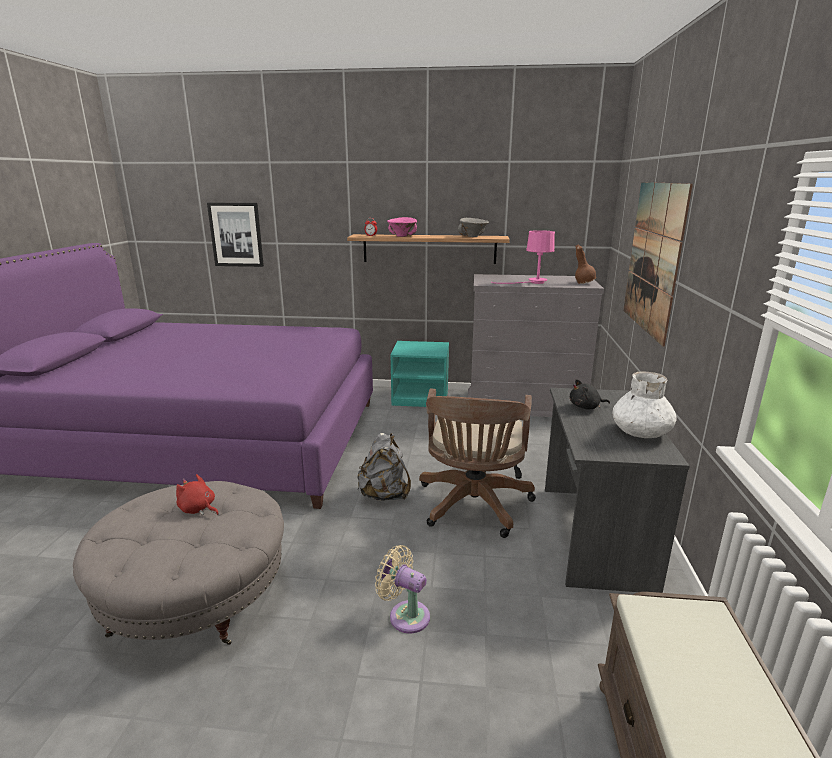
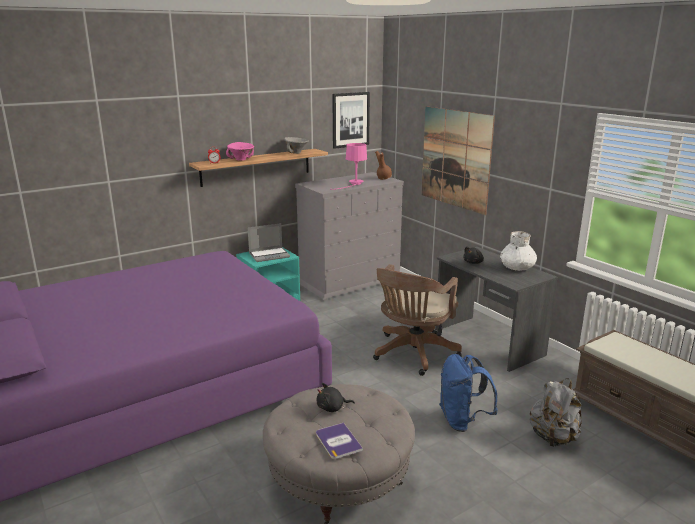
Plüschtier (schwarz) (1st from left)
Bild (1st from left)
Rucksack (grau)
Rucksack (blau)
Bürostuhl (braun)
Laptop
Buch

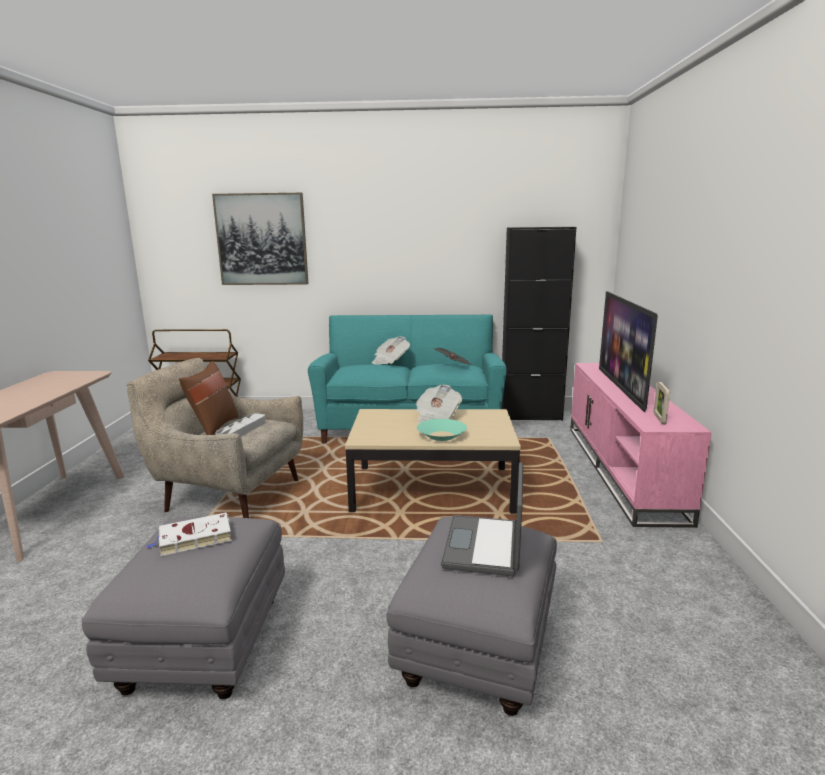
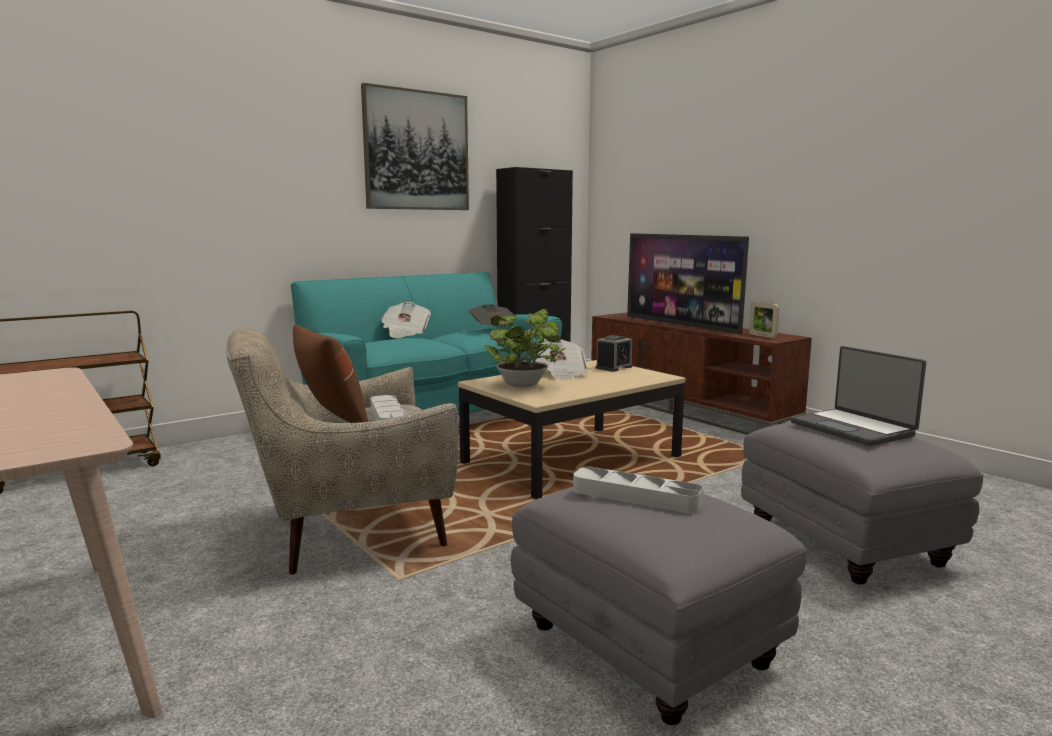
Tablett (grau) (2nd from left)
Bild
Schüssel (türkis)
Fernsehschrank (braun)
Topfpflanze
Wecker

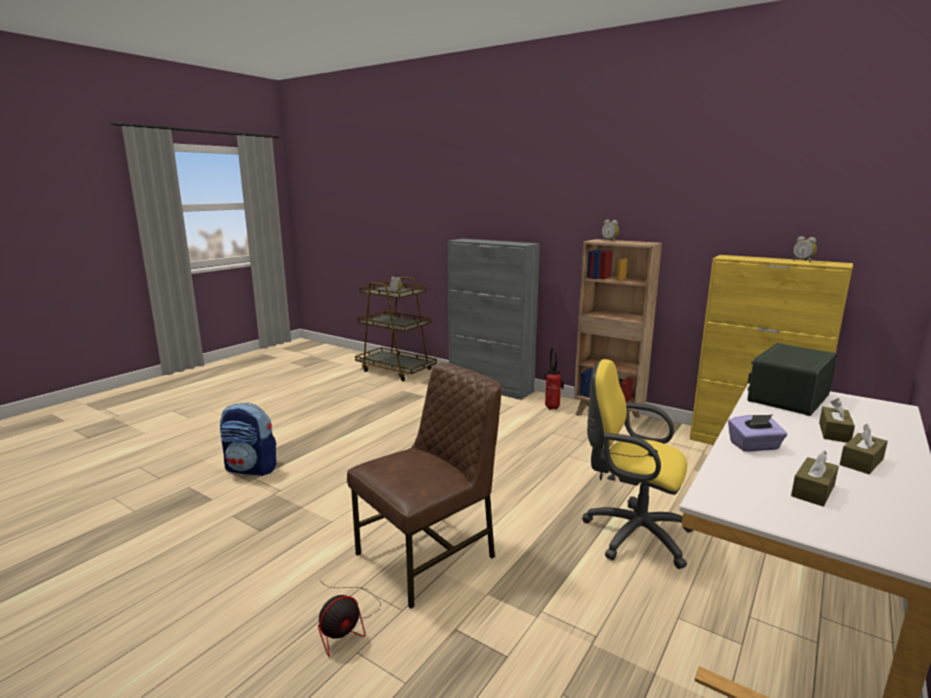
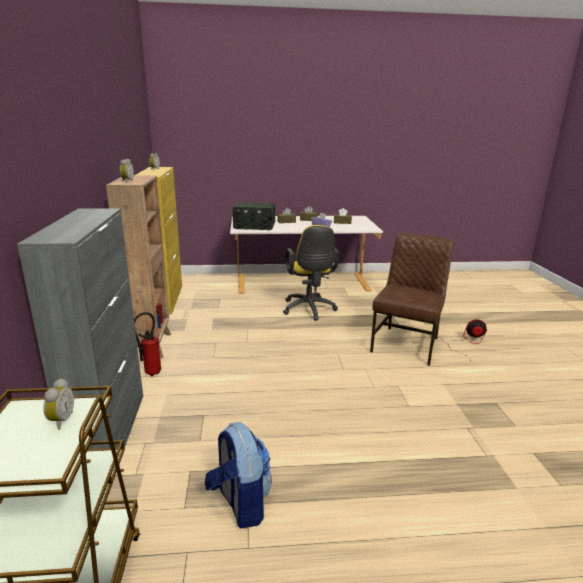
Rucksack
Stuhl (braun)

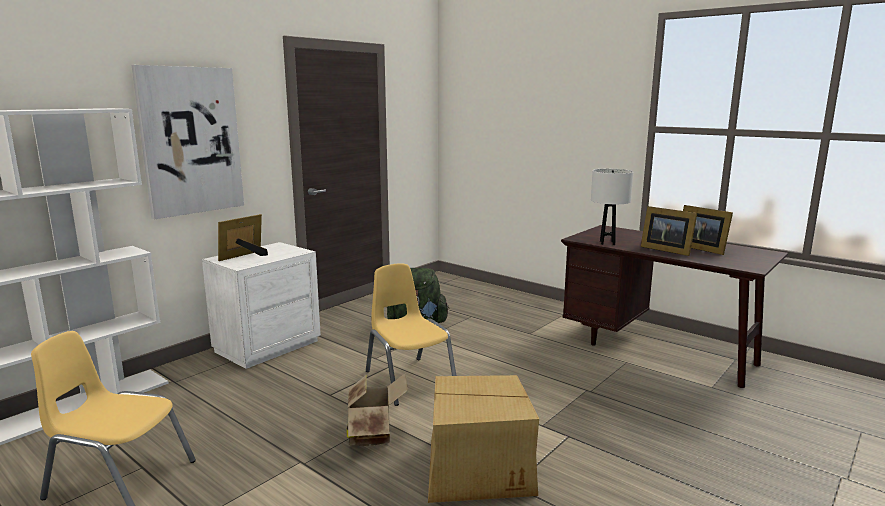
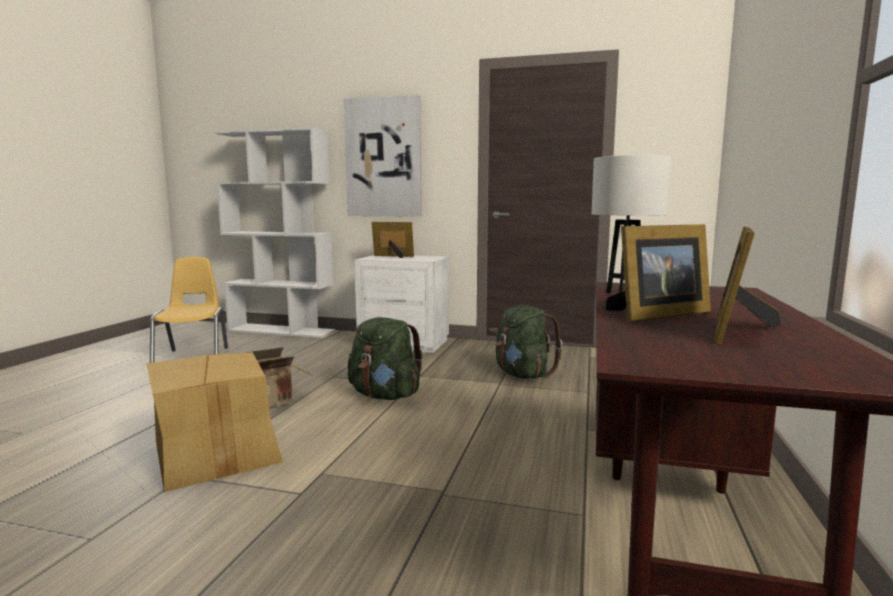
Rucksack (grün) (1st from left)
Bilderrahmen (2nd from left)

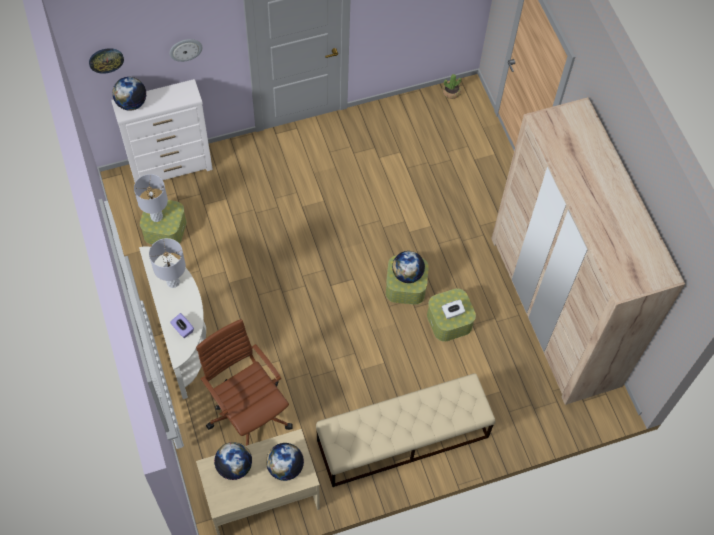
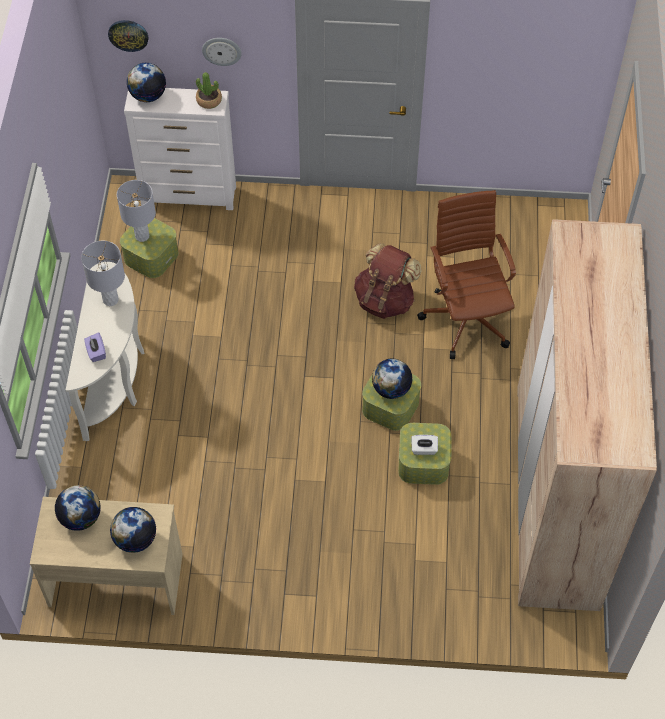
Bürostuhl (braun)
Bank (beige)
Topfpflanze
Rucksack (braun)

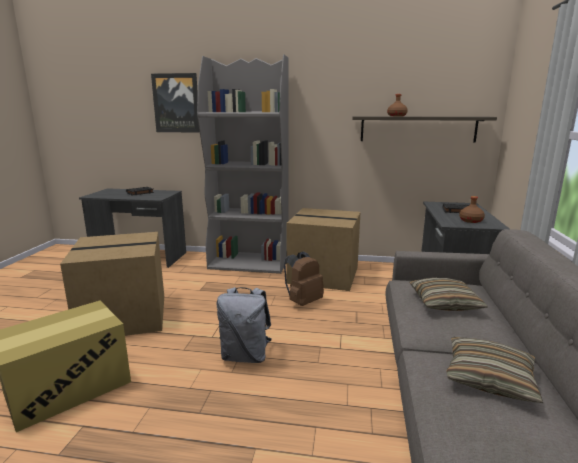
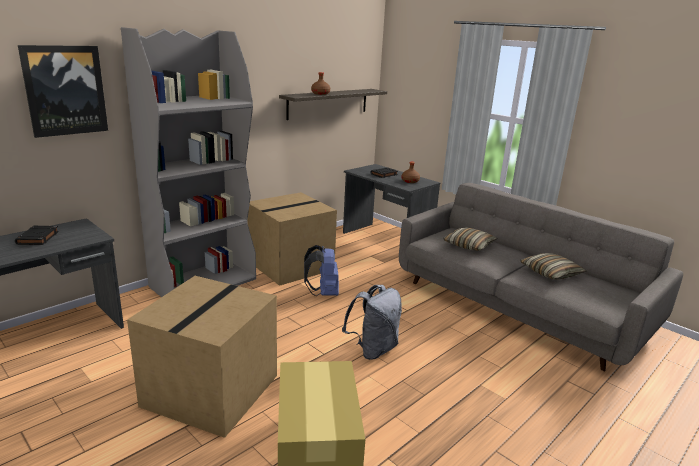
Rucksack (blau)

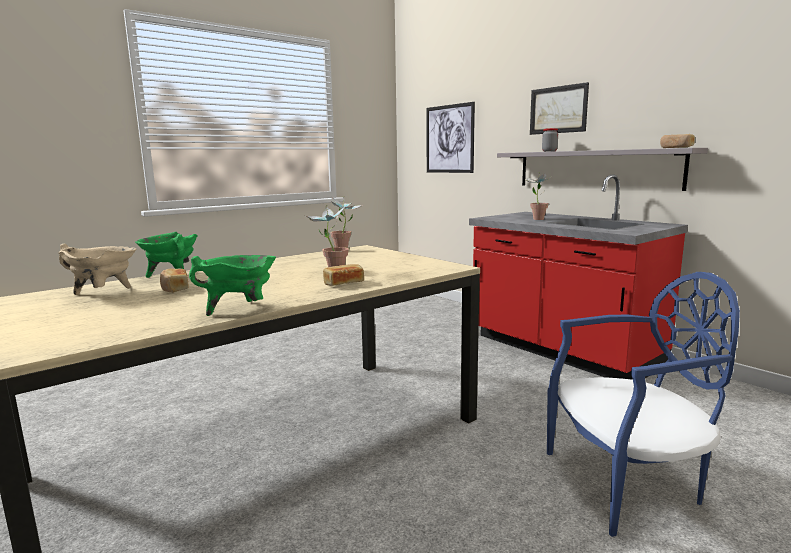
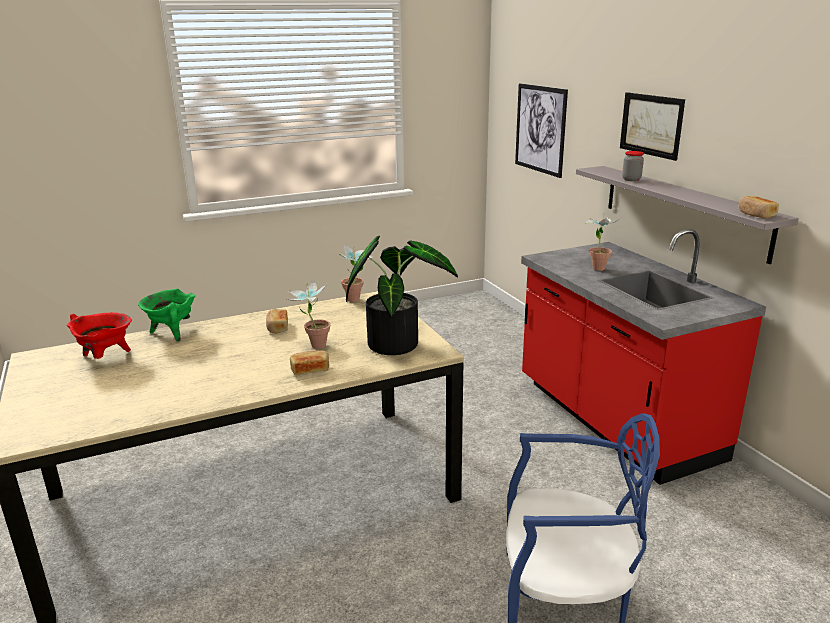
Kochtopf (rot)
Brot (1st from left)
Kochtopf (grün) (2nd from left in the first image)
Topfpflanze (3rd from left)

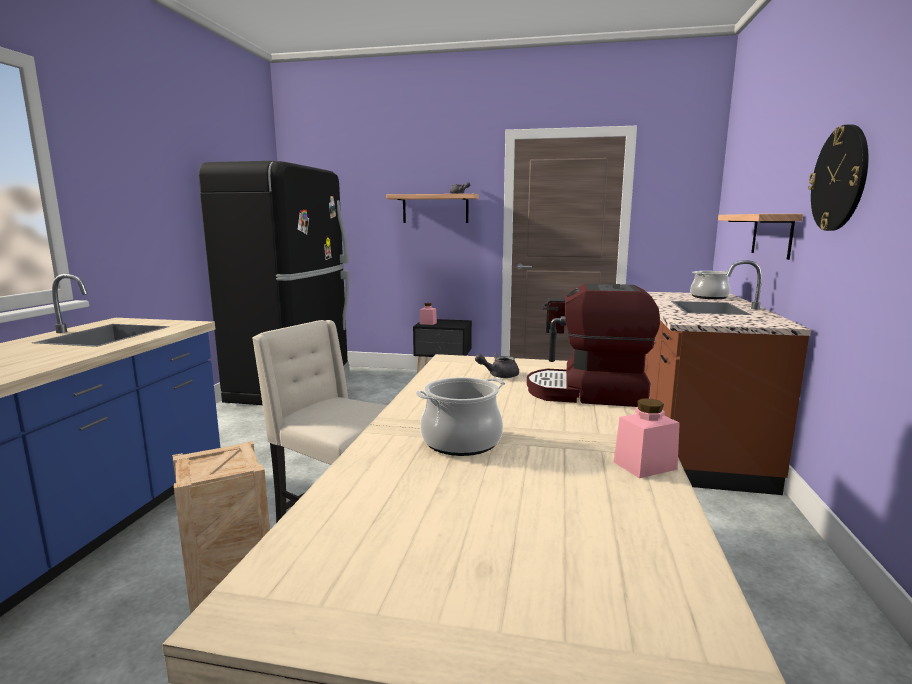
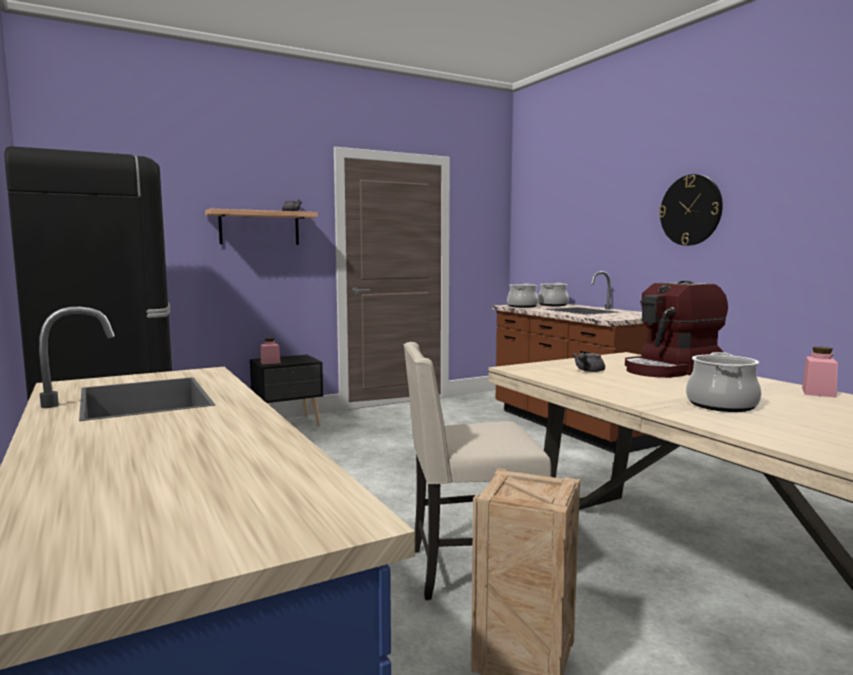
Wandregal (2nd from left in the first image)
Kochtopf (1st from left)

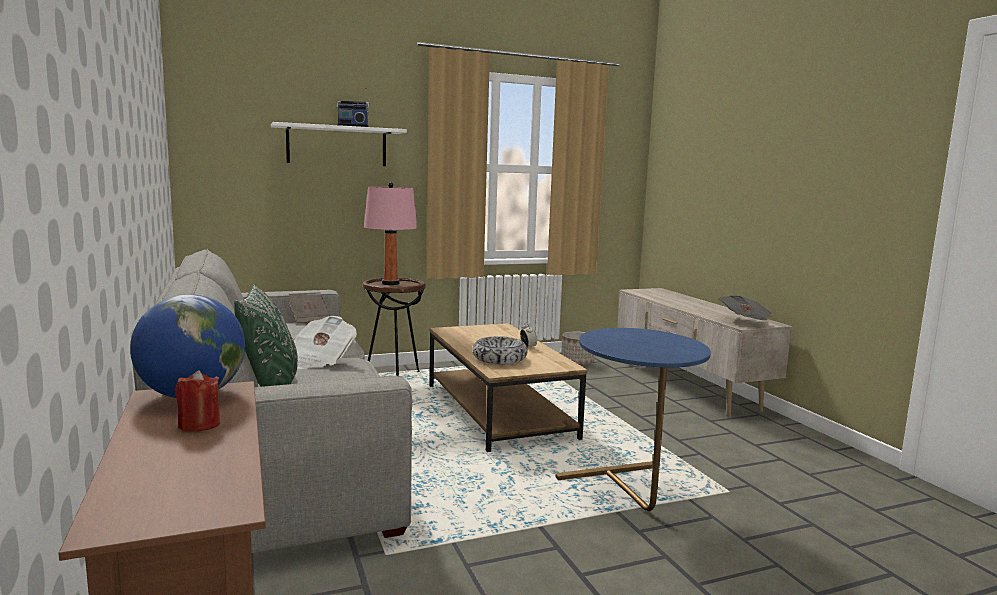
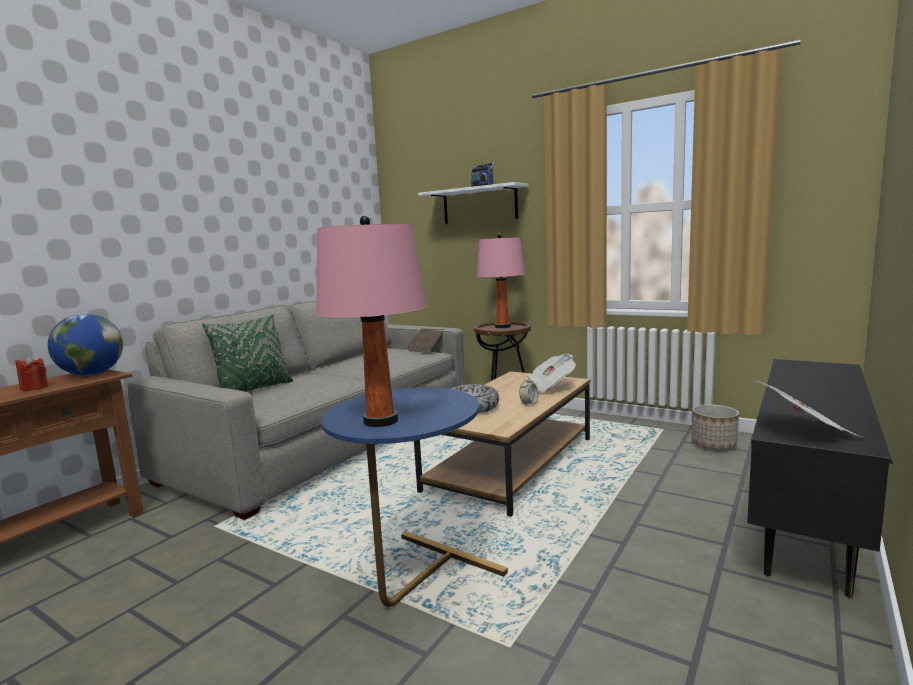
Zeitung (1st from left)
Fernsehschrank (schwarz)
Tischlampe (rosa) (1st from left)

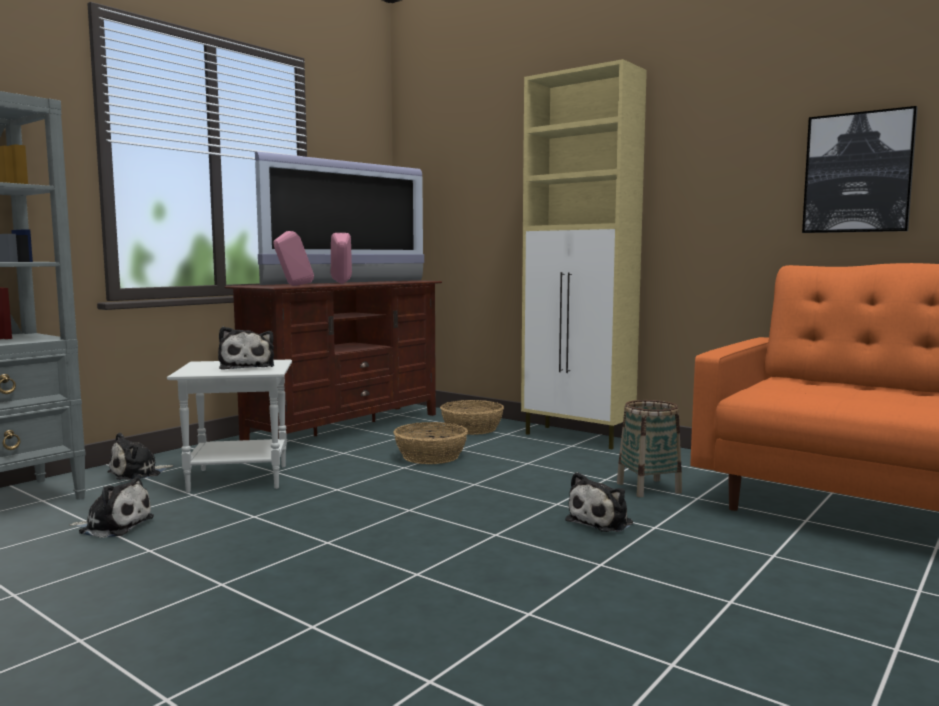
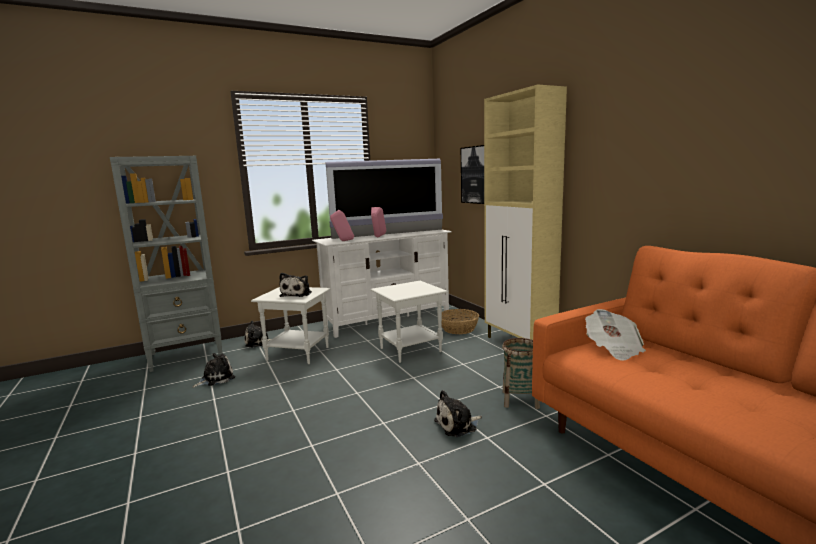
Plüschtier (1st from left)
Fernsehschrank (weiß)
Beistelltisch (weiß) (2nd from left)
Bild
Zeitung

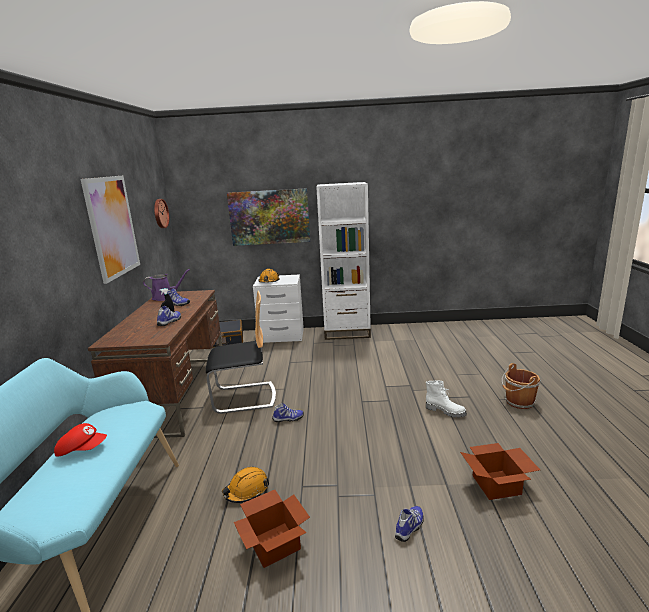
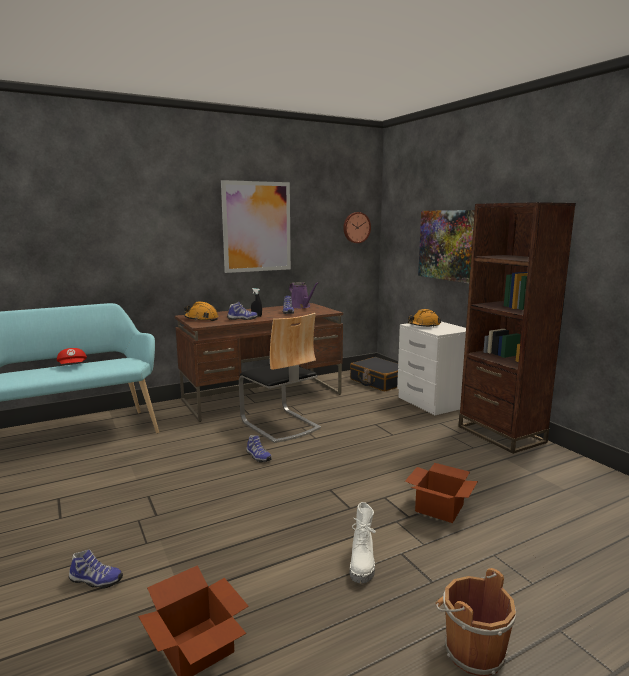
Schutzhelm (orange) (1st from left)
Karton (2nd from left)
Bücherregal (braun)

